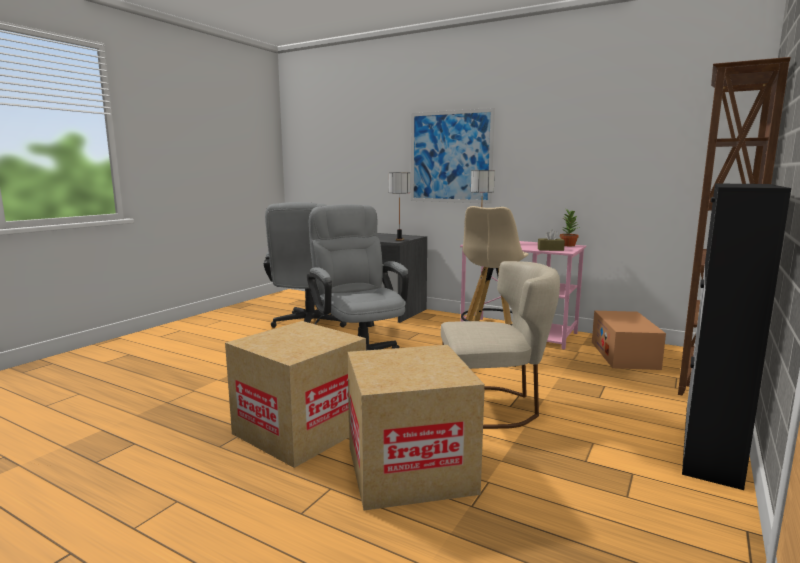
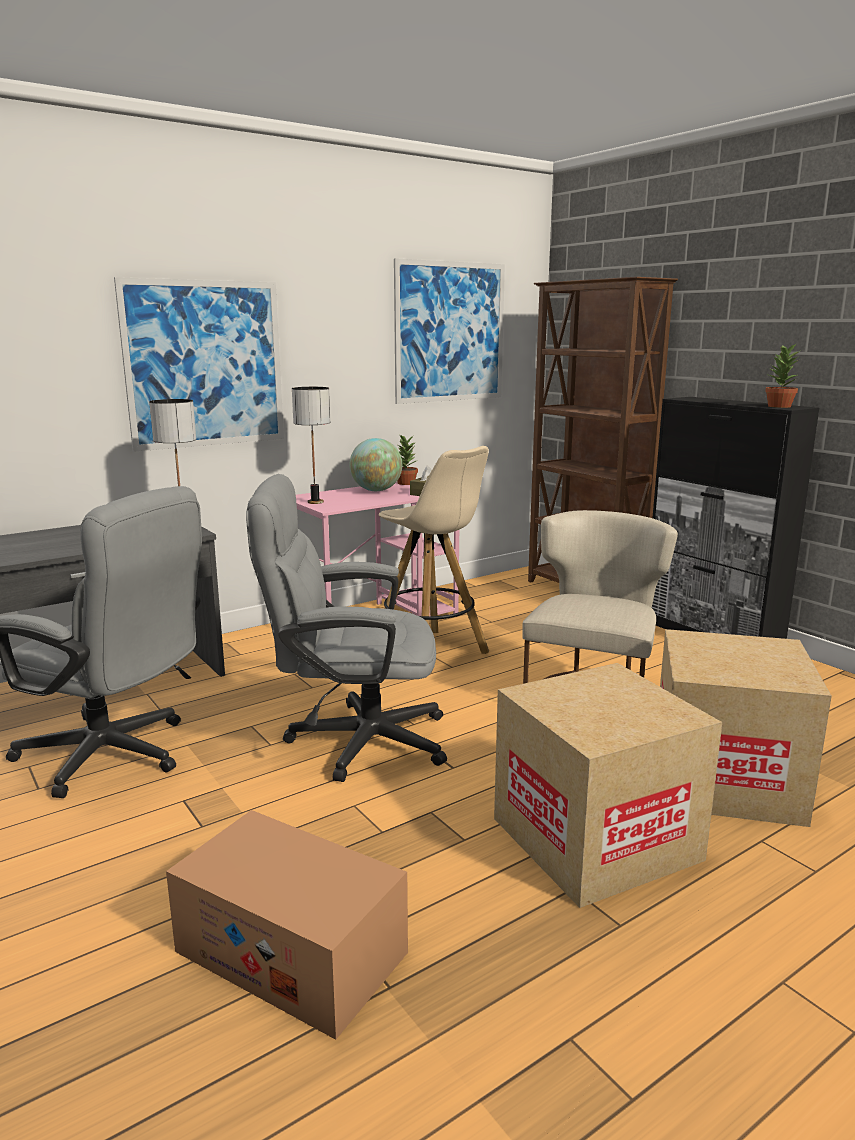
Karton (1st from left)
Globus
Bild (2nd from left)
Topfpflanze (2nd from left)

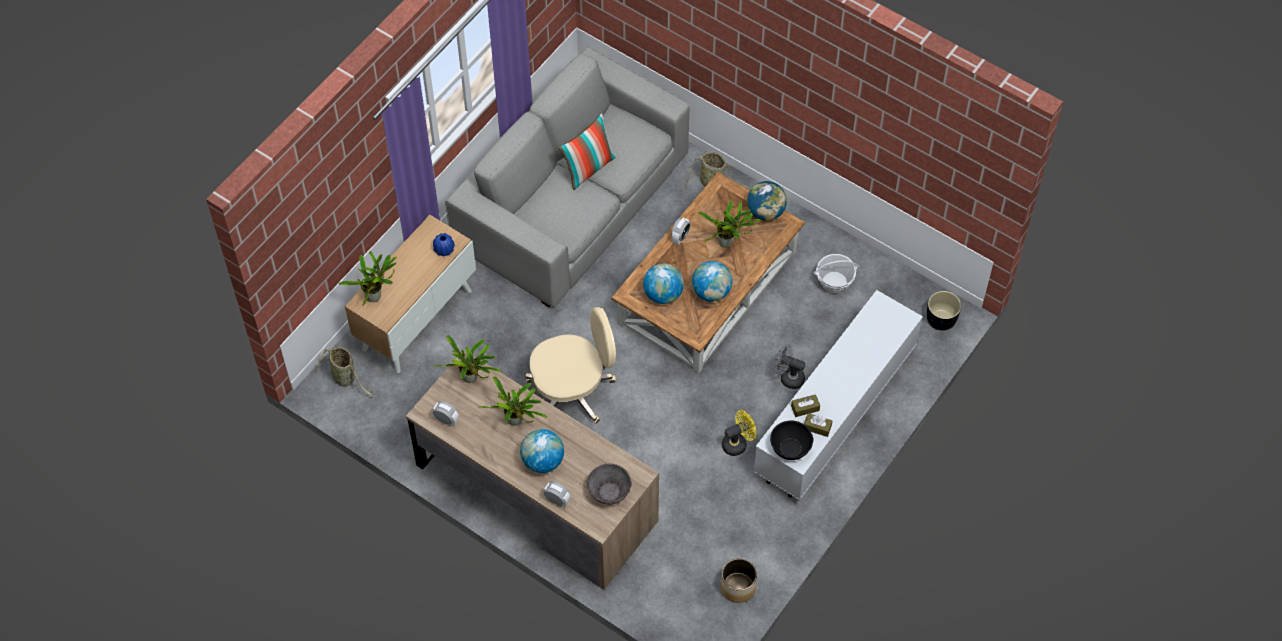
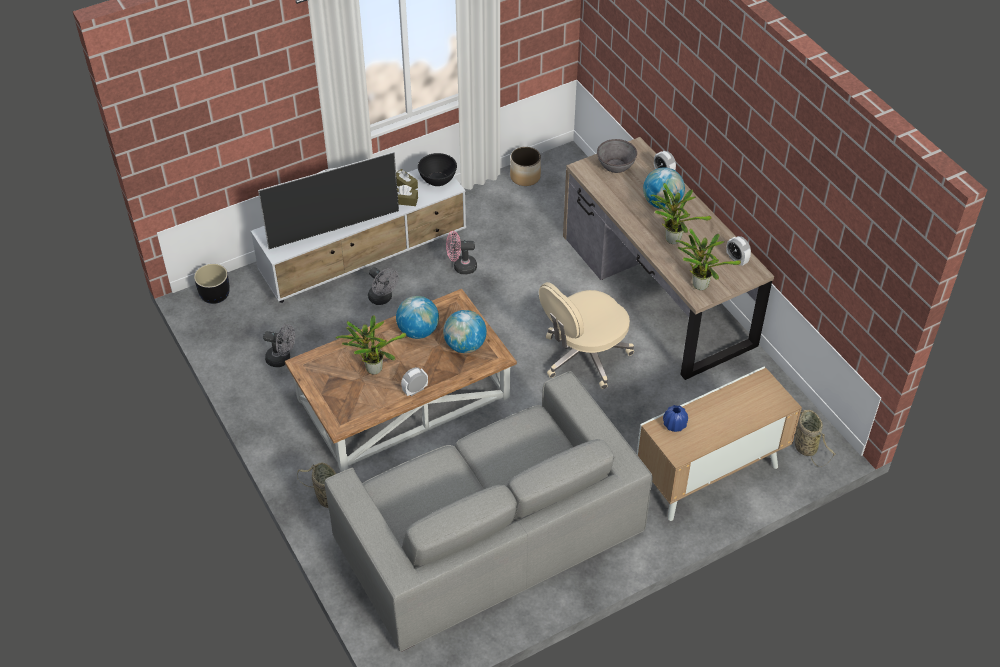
Topfpflanze (1st from left in the first image)
Bürostuhl (beige)
Kissen
Ventilator (rosa)
Globus (4th from left in the first image)
Ventilator (grau) (1st from left)
Fernseher

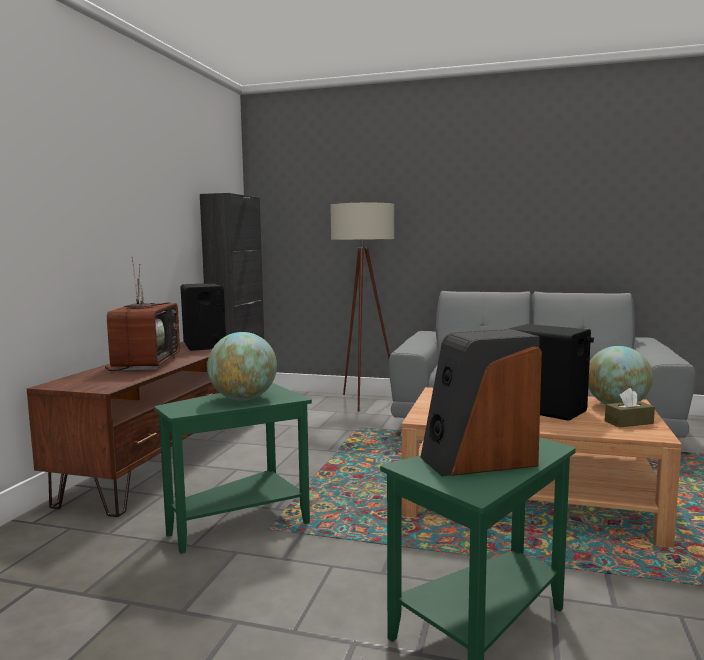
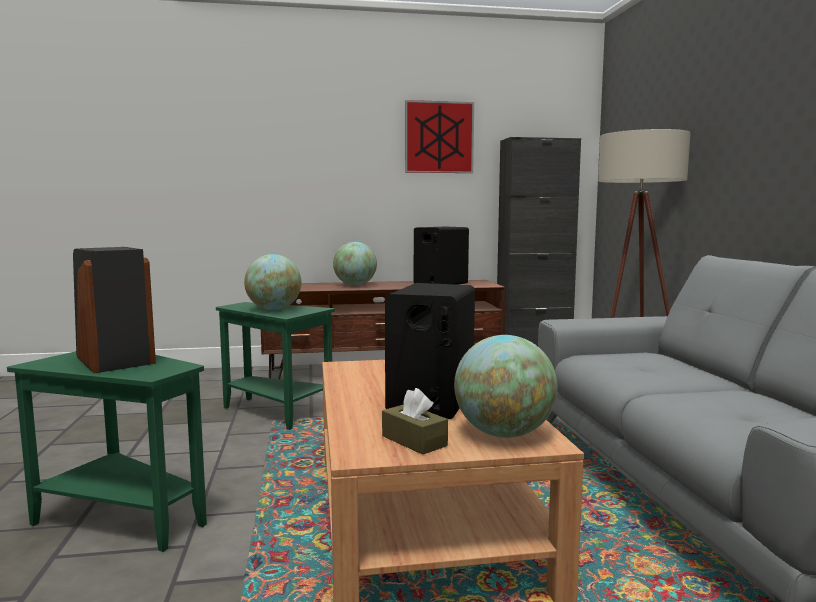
Globus (2nd from left)
Bild

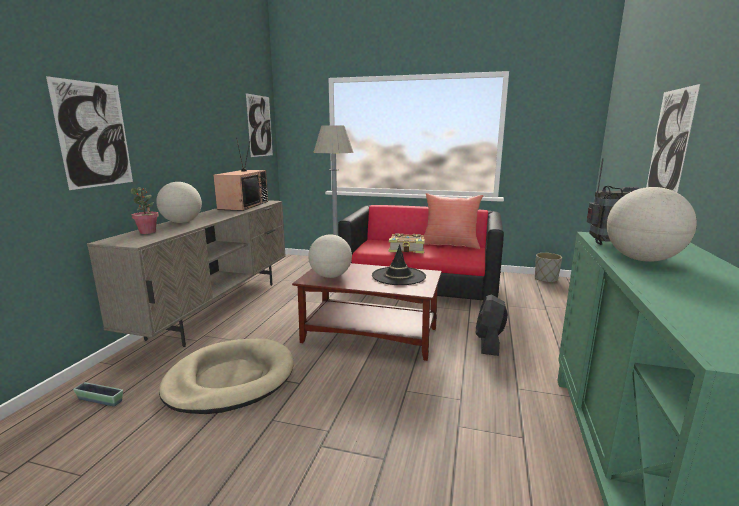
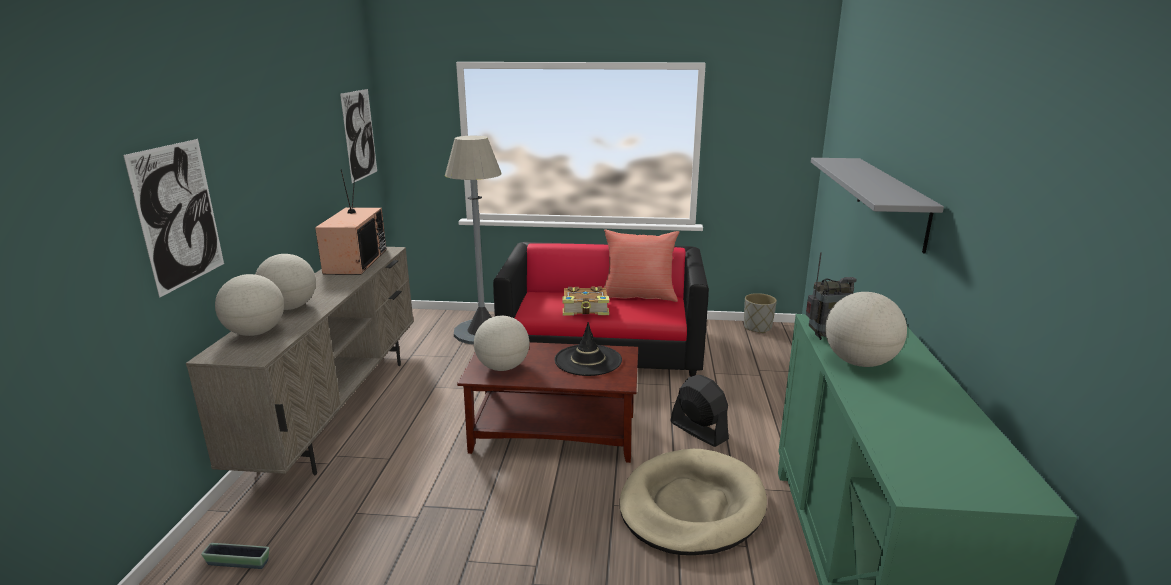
Globus (1st from left)
Hundebett (beige)
Ventilator (schwarz)
Wandregal (grau)

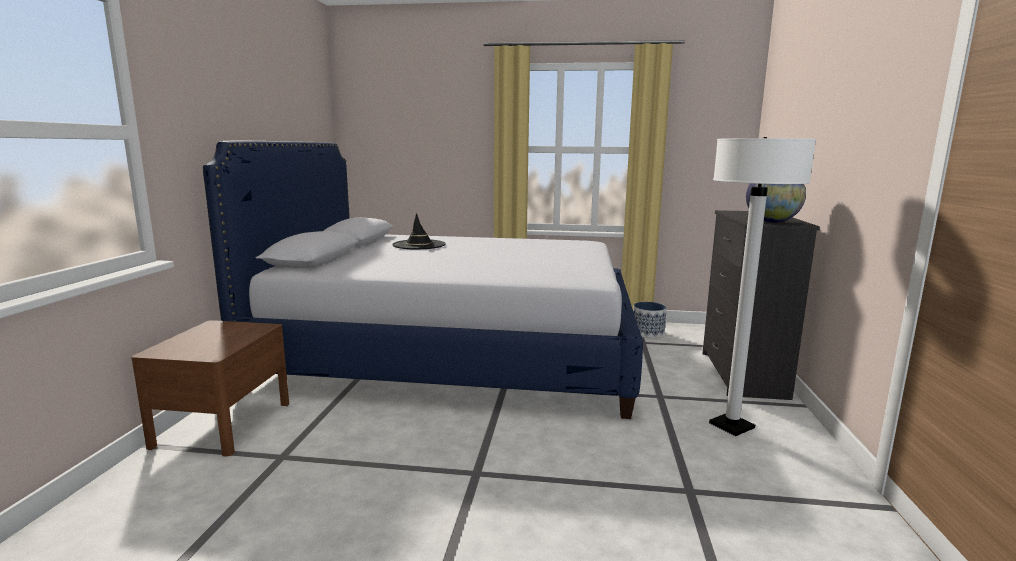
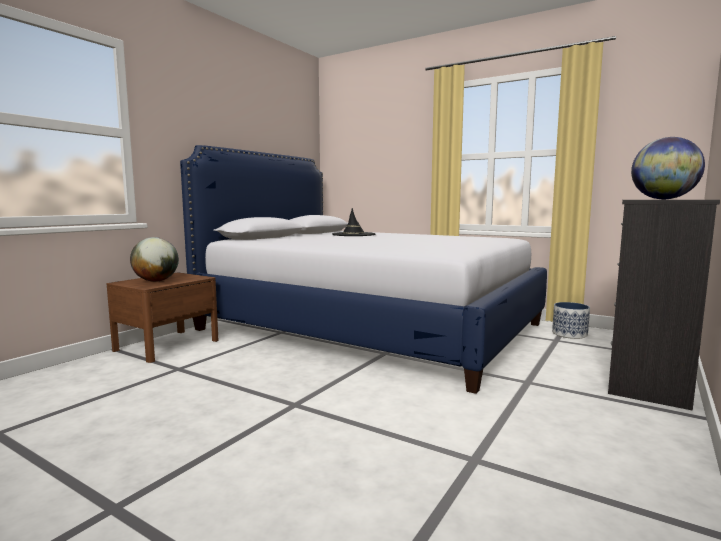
Stehlampe (weiß)
Globus (1st from left)

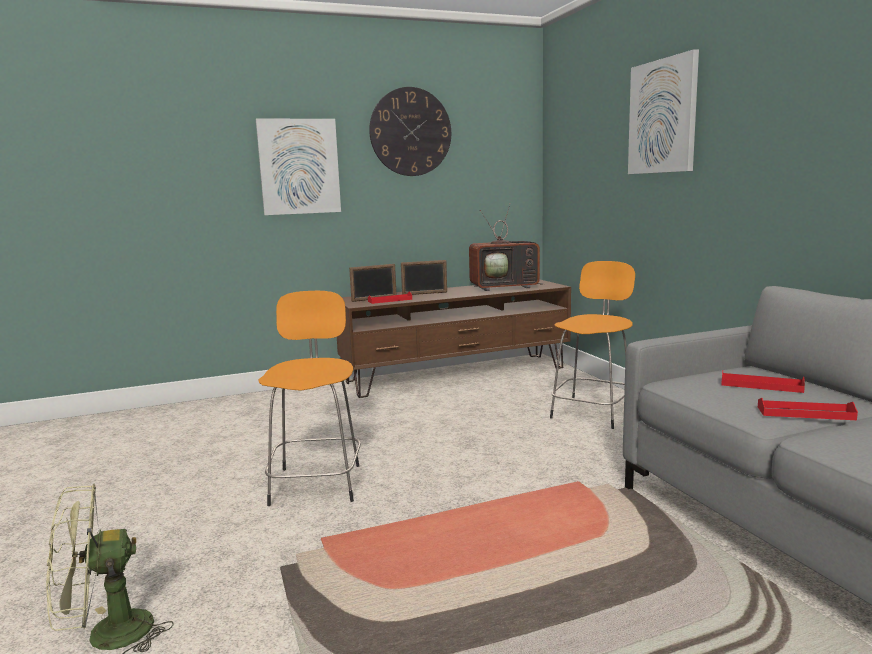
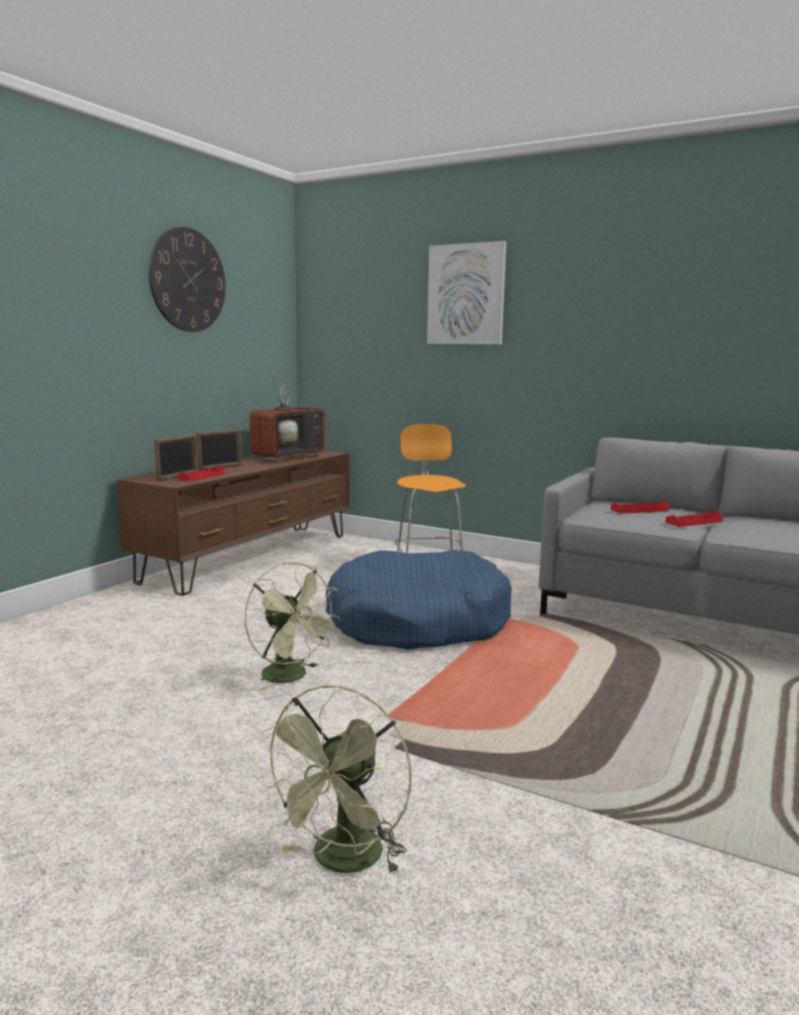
Bild (1st from left in the first image)
Ventilator (grün) (1st from left)
Hundebett (blau)

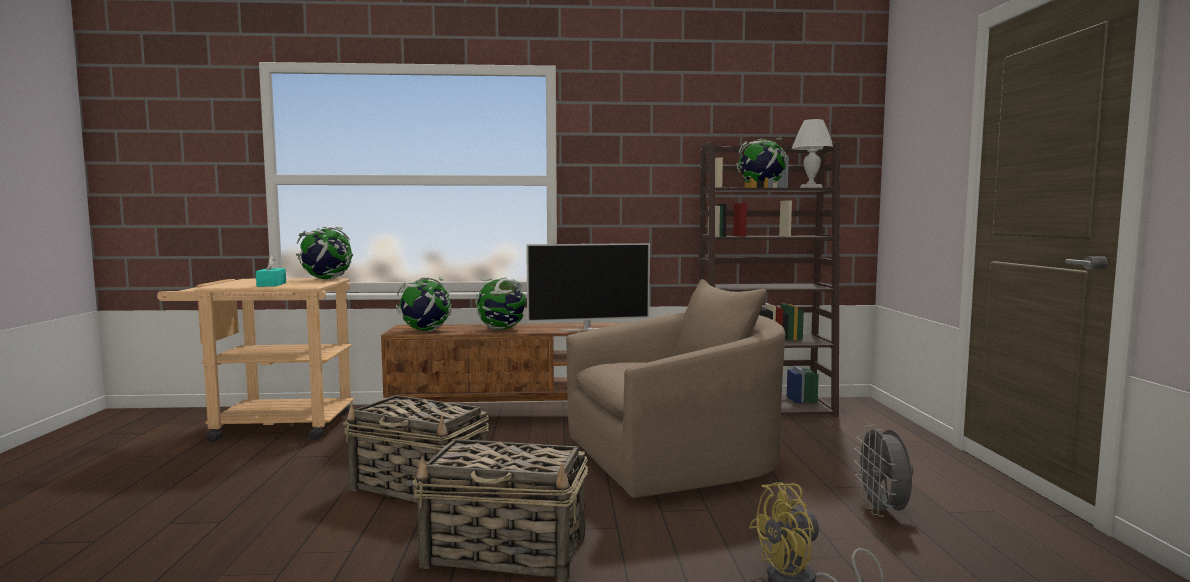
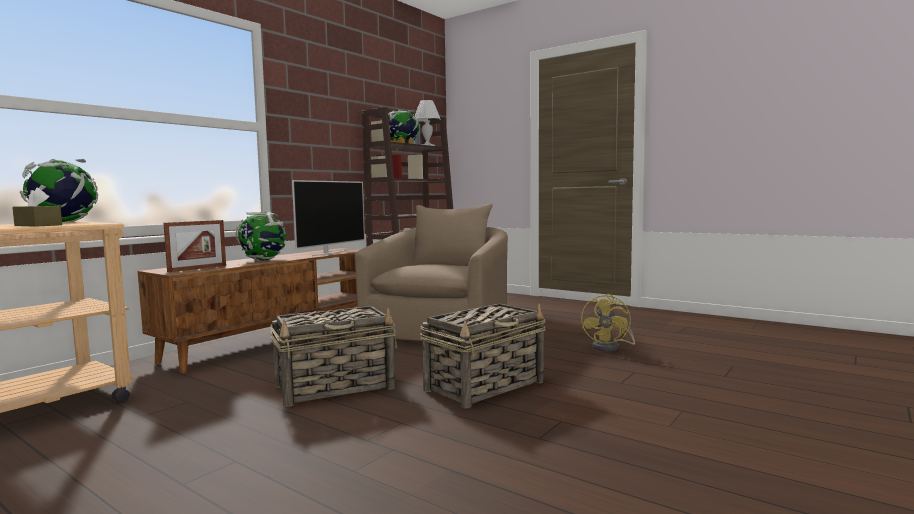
Taschentuchbox (braun)
Bilderrahmen
Ventilator (grau)

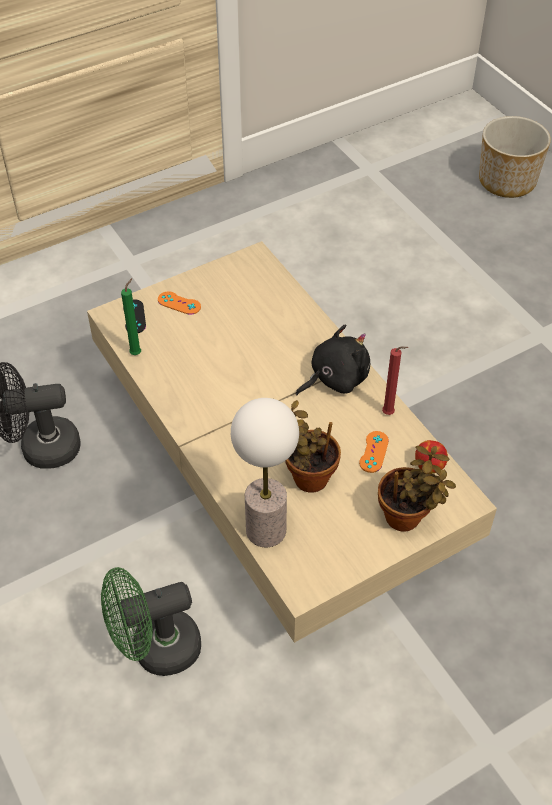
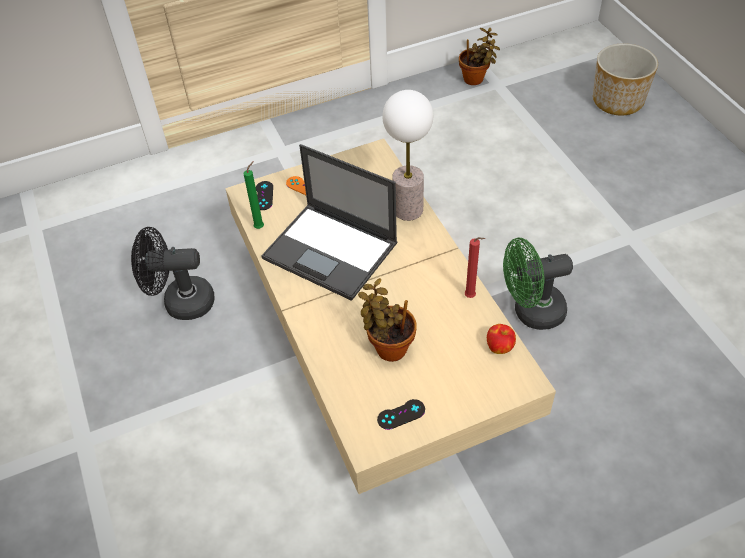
Ventilator (grün)
Tischlampe
Plüschtier (schwarz)
Gamepad (orange) (2nd from left in the first image)
Topfpflanze (2nd from left)
Laptop
Gamepad (schwarz) (2nd from left)

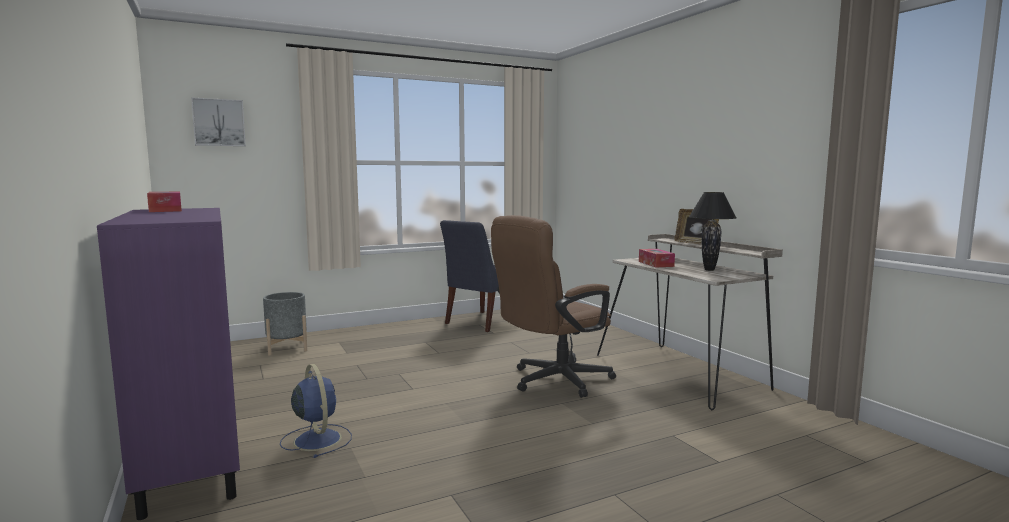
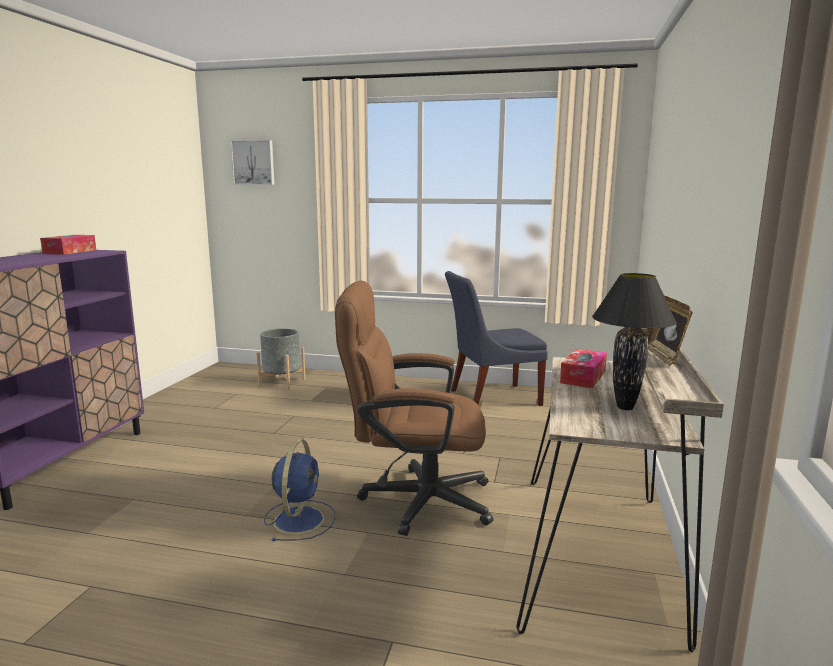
Ventilator (blau)

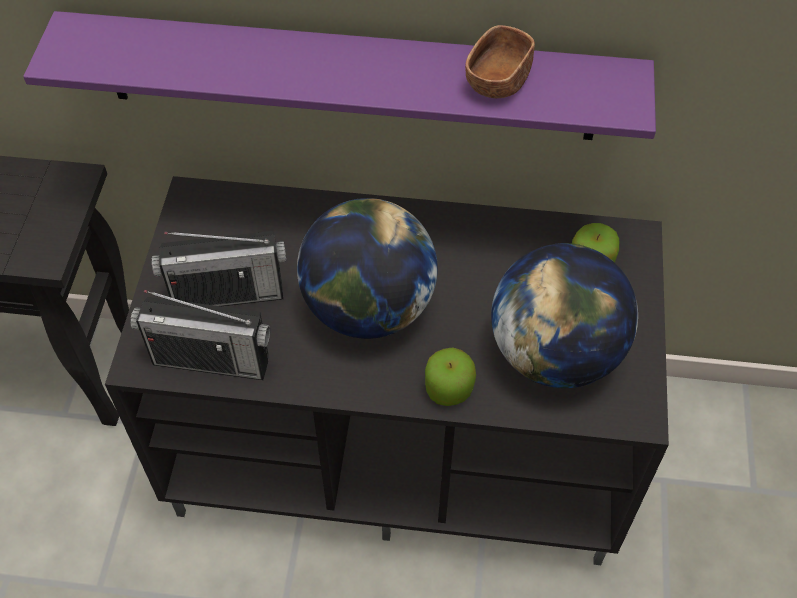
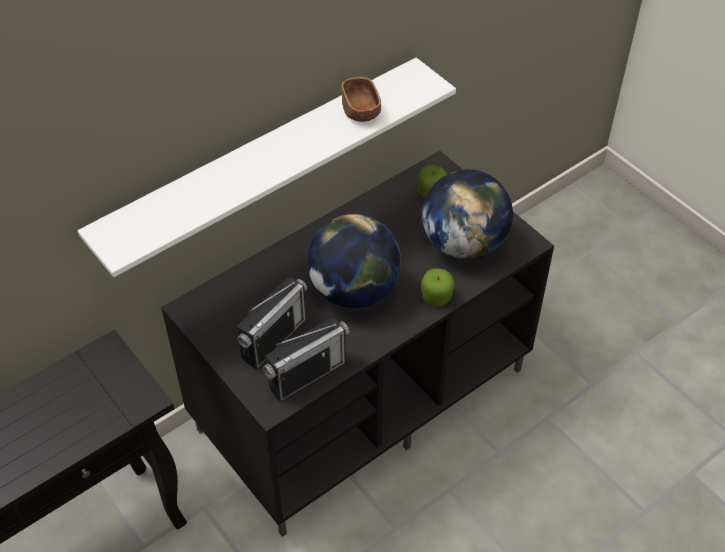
Wandregal (weiß)

